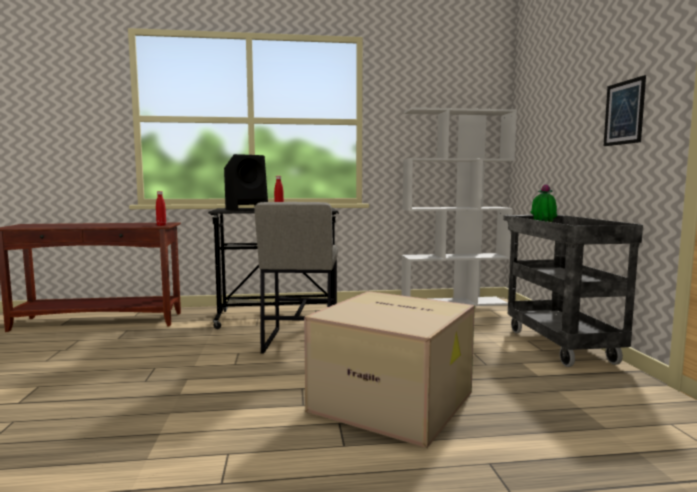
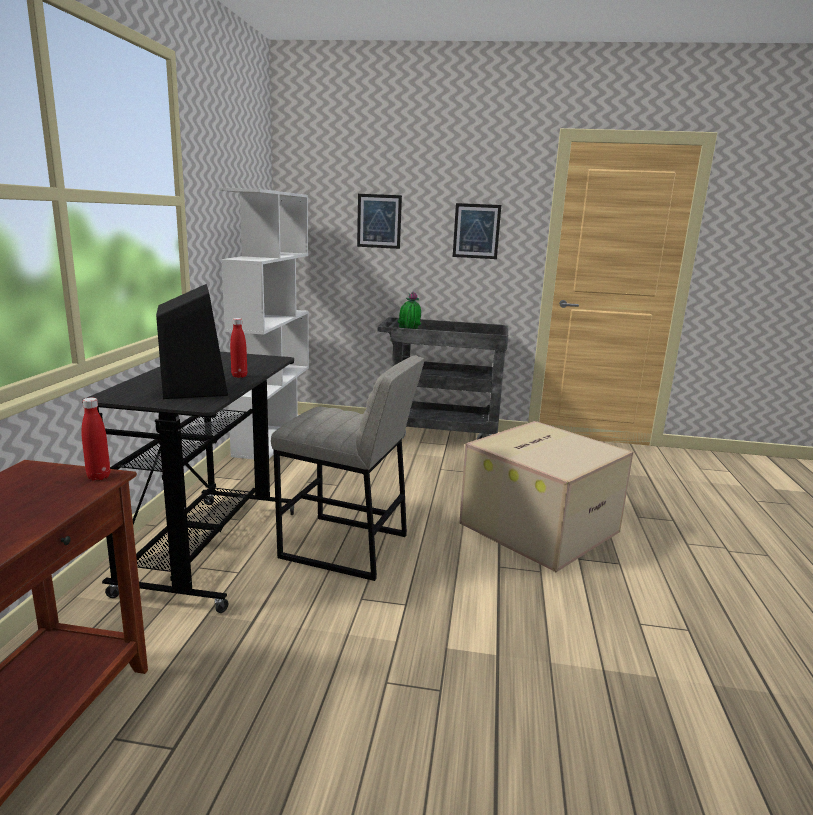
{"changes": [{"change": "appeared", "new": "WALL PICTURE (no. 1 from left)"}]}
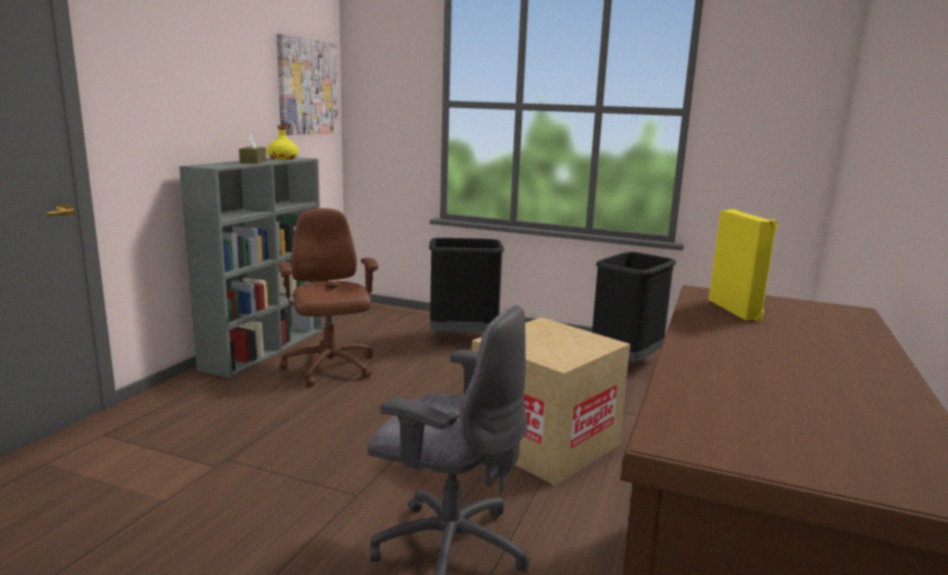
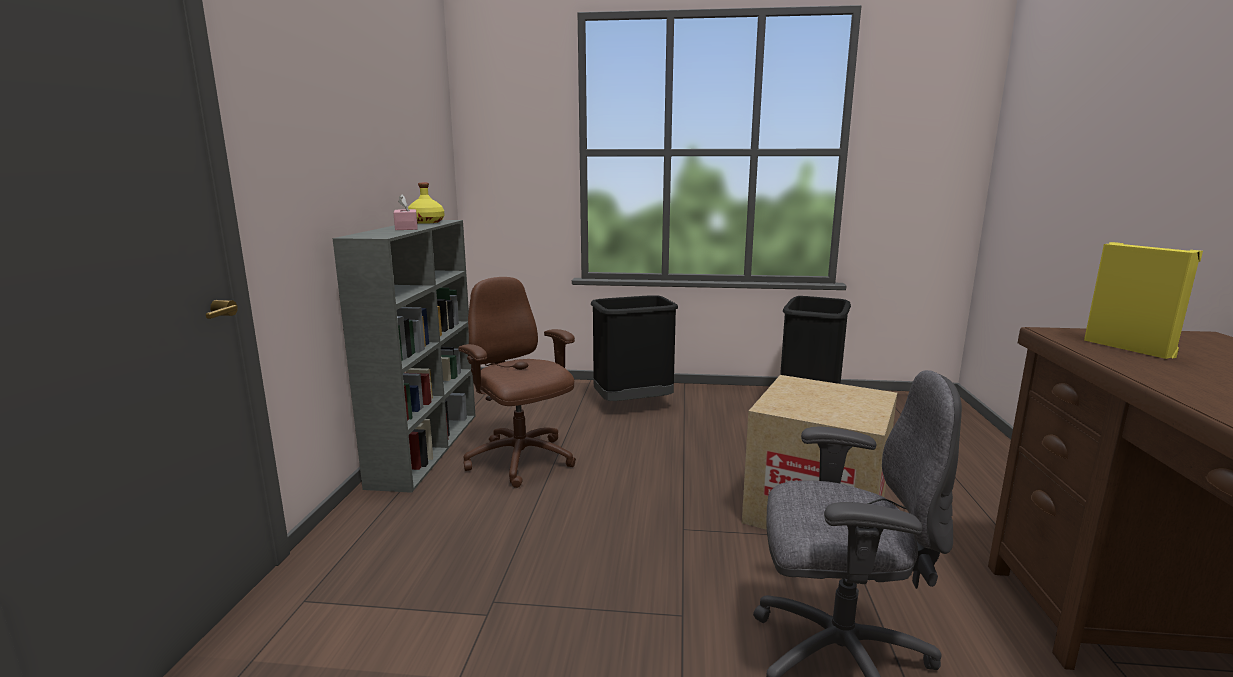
{"changes": [{"change": "colour", "old": "BROWN-COLOURED BOX OF TISSUES", "new": "PINK-COLOURED BOX OF TISSUES"}, {"change": "missing", "old": "WALL PICTURE"}]}
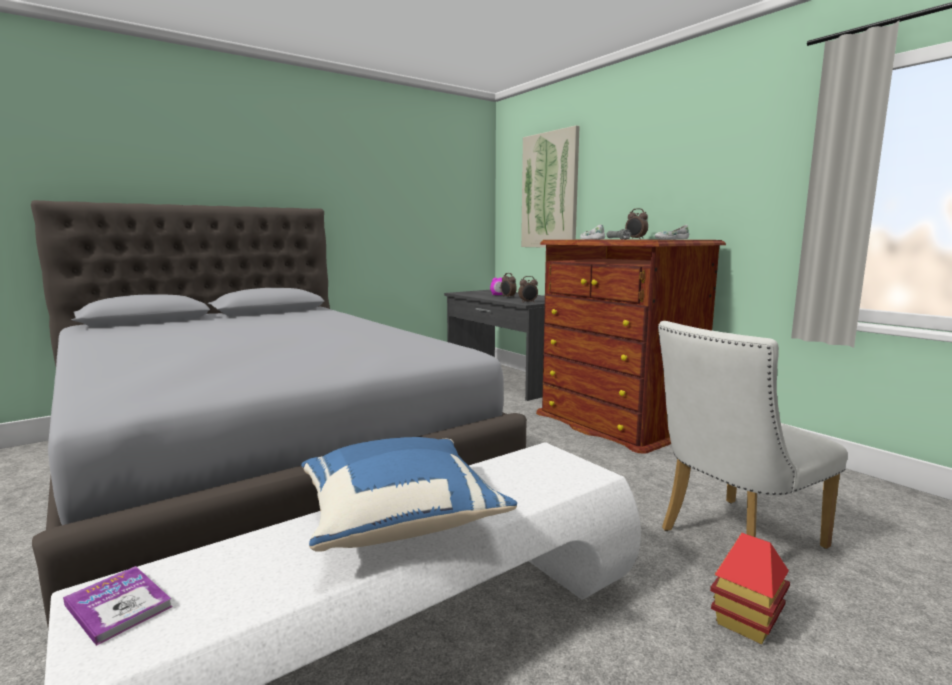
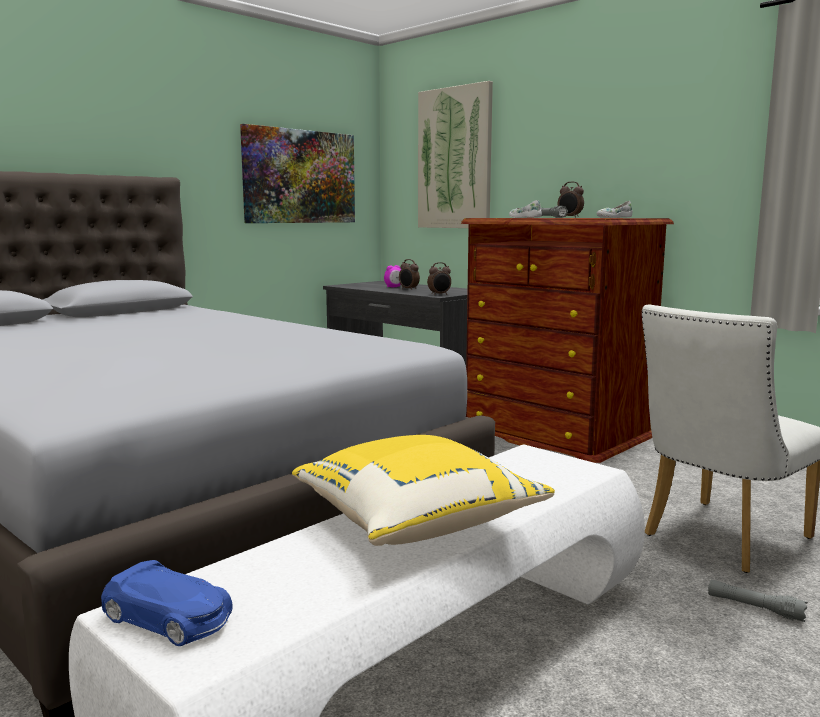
{"changes": [{"change": "exchanged", "old": "BOUND BOOK", "new": "BLUISH MINIATURE CAR"}, {"change": "appeared", "new": "WALL PICTURE (no. 1 from left)"}, {"change": "colour", "old": "BLUISH CUSHION", "new": "YELLOW-COLOURED CUSHION"}, {"change": "exchanged", "old": "MODEL HOUSE", "new": "GRAY FLASHLIGHT (no. 2 from left)"}]}
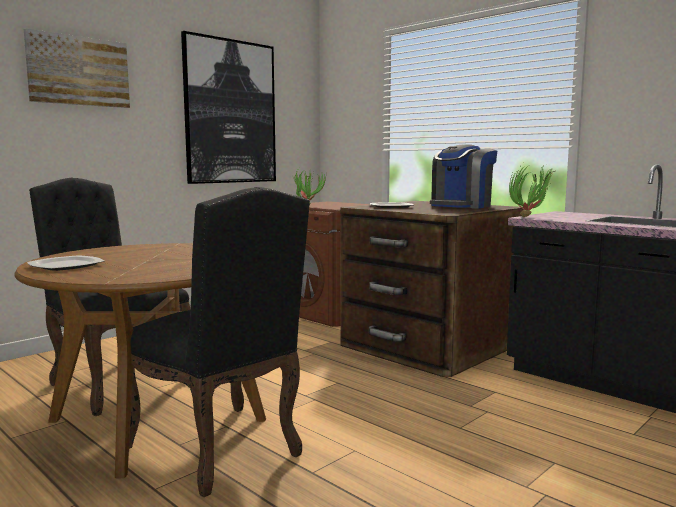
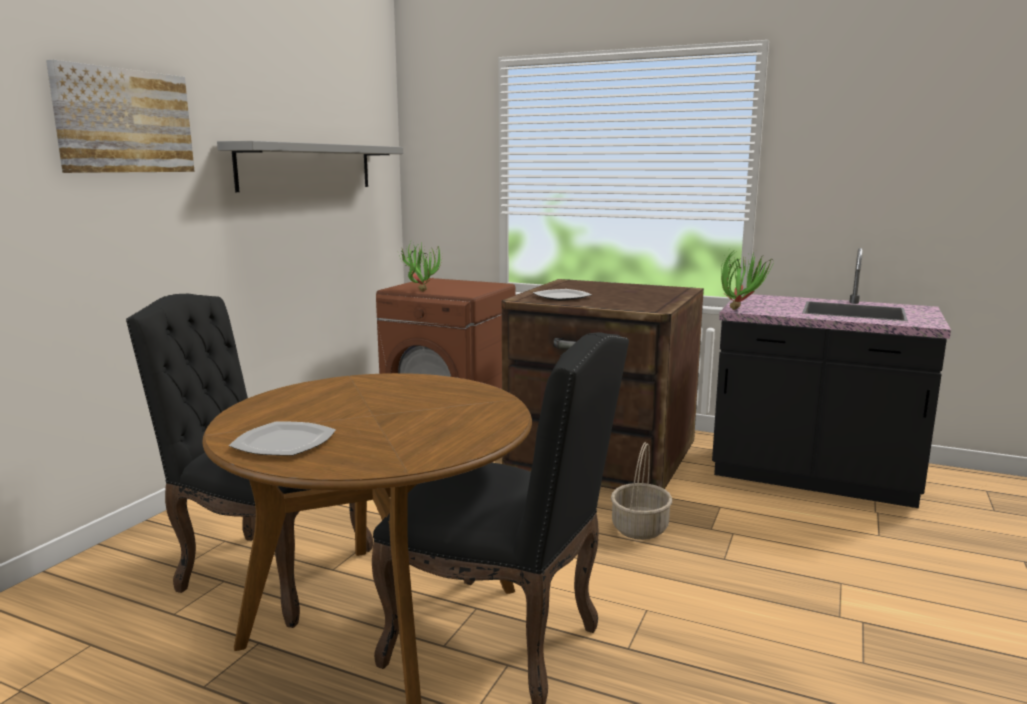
{"changes": [{"change": "exchanged", "old": "WALL PICTURE (no. 2 from left)", "new": "GRAY SHELF"}, {"change": "appeared", "new": "BASKET"}, {"change": "missing", "old": "COFFEE MACHINE"}]}
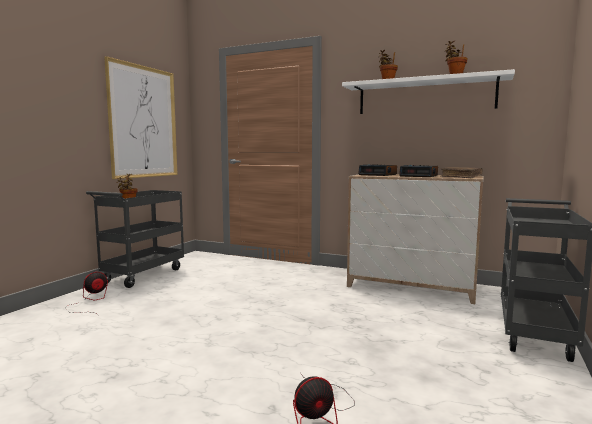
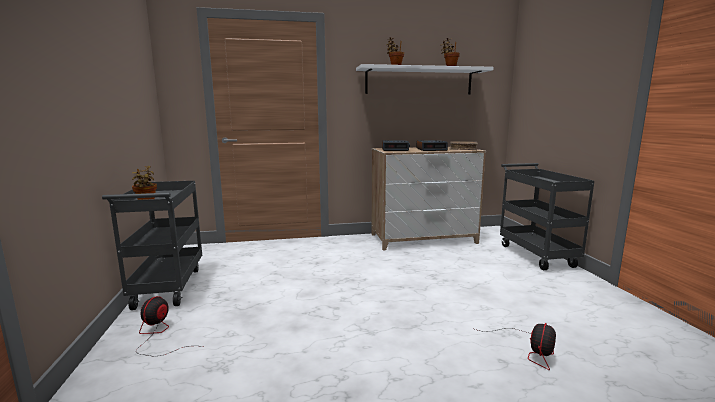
{"changes": [{"change": "missing", "old": "WALL PICTURE"}]}
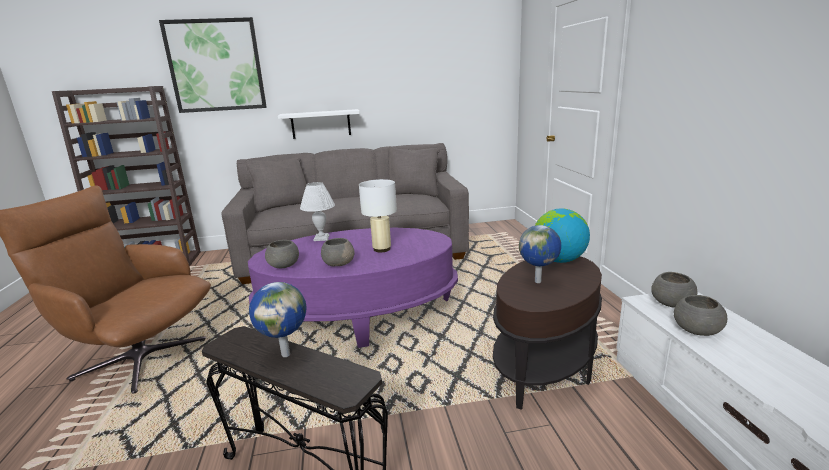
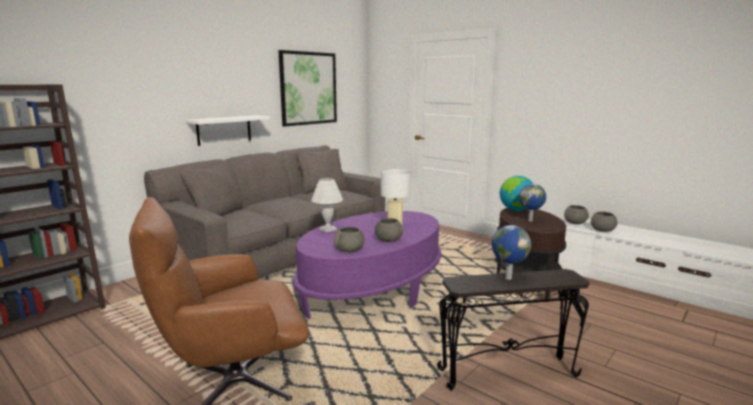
{"changes": [{"change": "relocated", "old": "WALL PICTURE"}]}
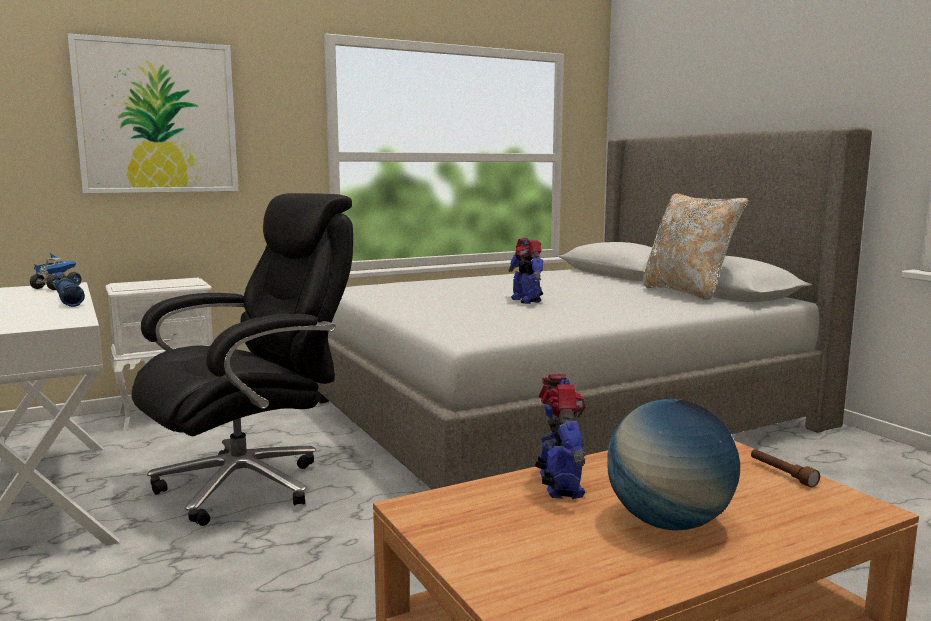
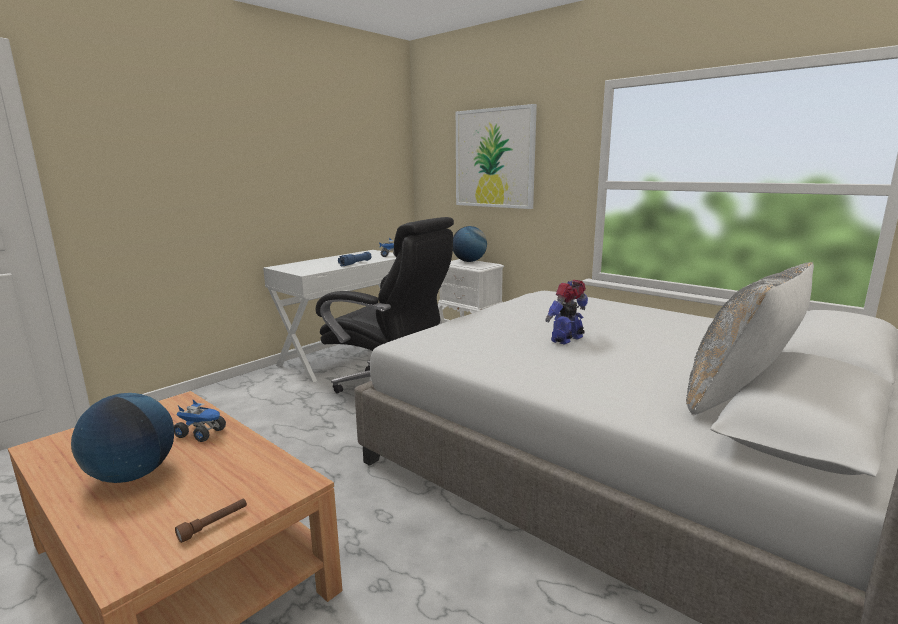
{"changes": [{"change": "exchanged", "old": "MODEL ROBOT (no. 2 from left)", "new": "TOY LORRY (no. 1 from left)"}, {"change": "appeared", "new": "DESK GLOBE (no. 2 from left)"}]}
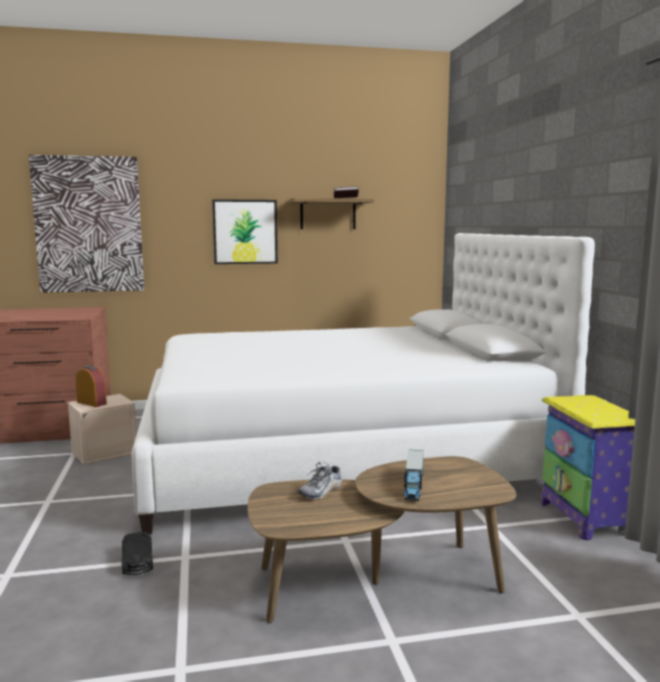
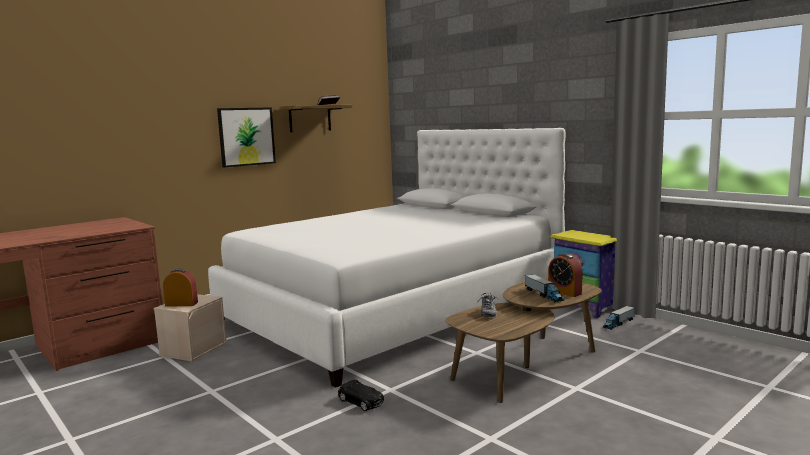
{"changes": [{"change": "appeared", "new": "BEDSIDE CLOCK (no. 2 from left)"}, {"change": "appeared", "new": "TOY LORRY (no. 2 from left)"}, {"change": "missing", "old": "WALL PICTURE (no. 1 from left)"}]}
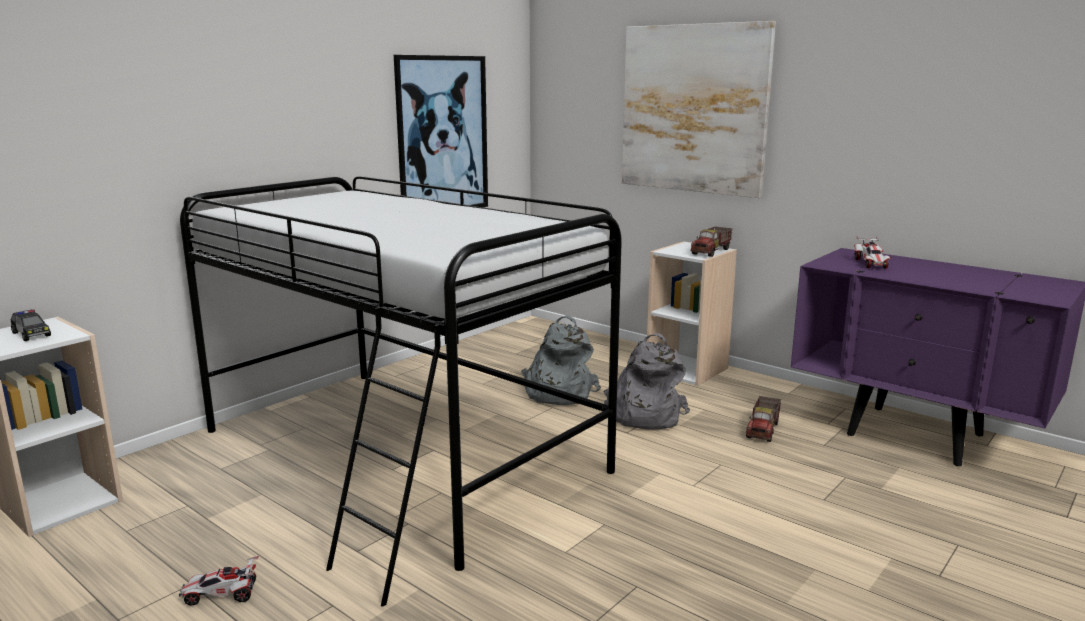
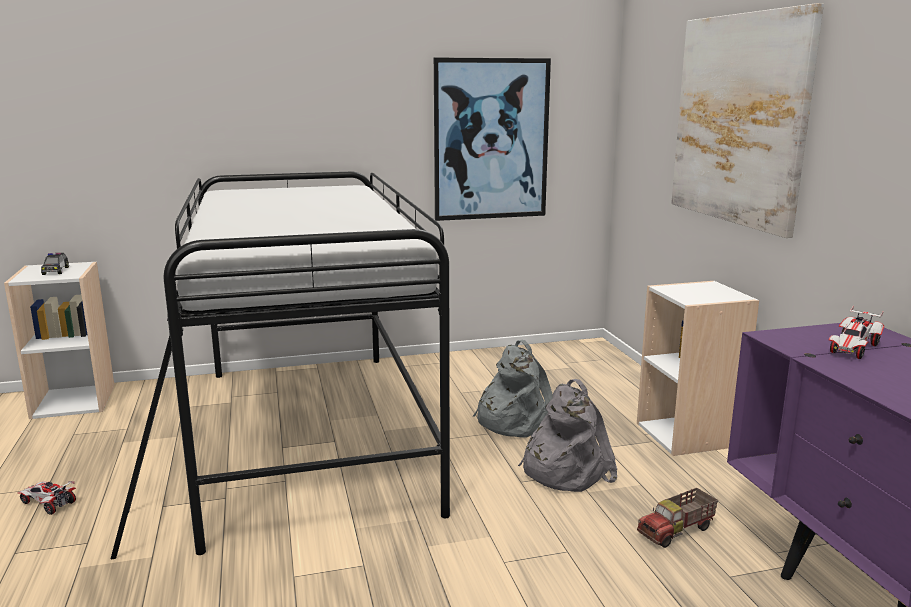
{"changes": [{"change": "missing", "old": "TOY LORRY (no. 1 from left)"}]}
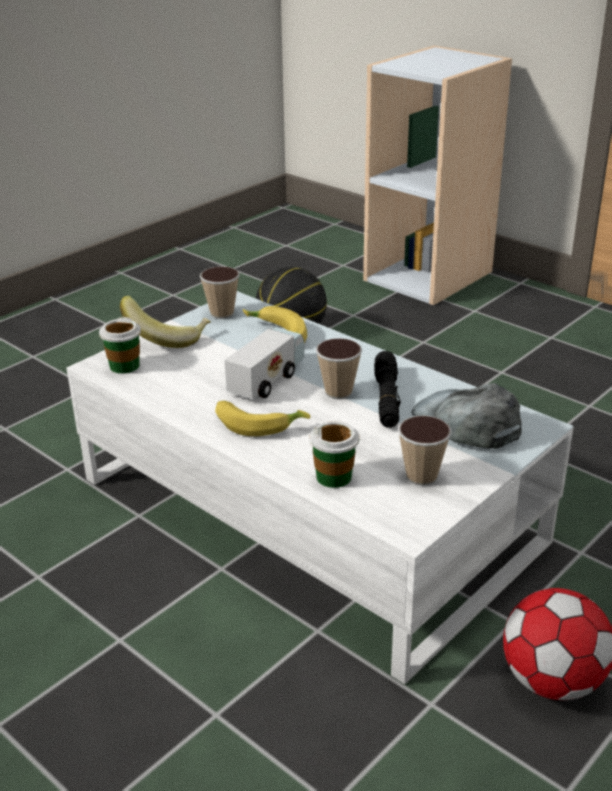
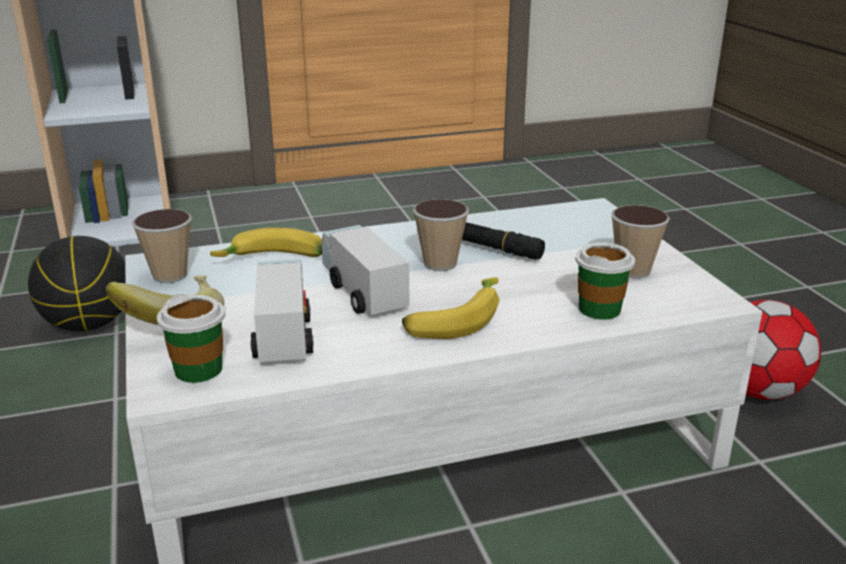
{"changes": [{"change": "appeared", "new": "TOY LORRY (no. 1 from left)"}, {"change": "missing", "old": "GRAY BASEBALL CAP"}]}
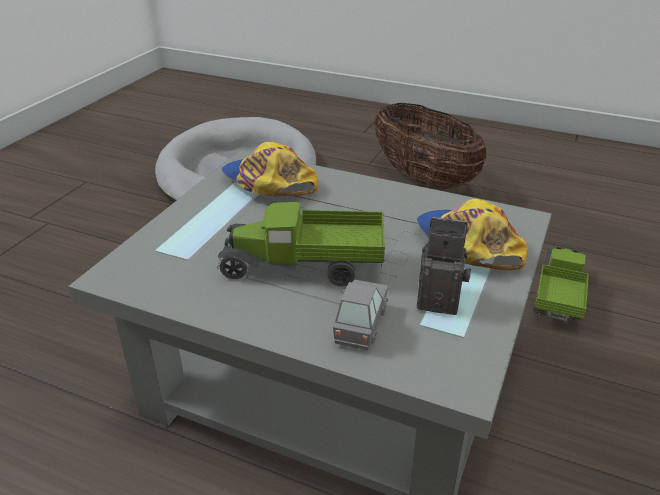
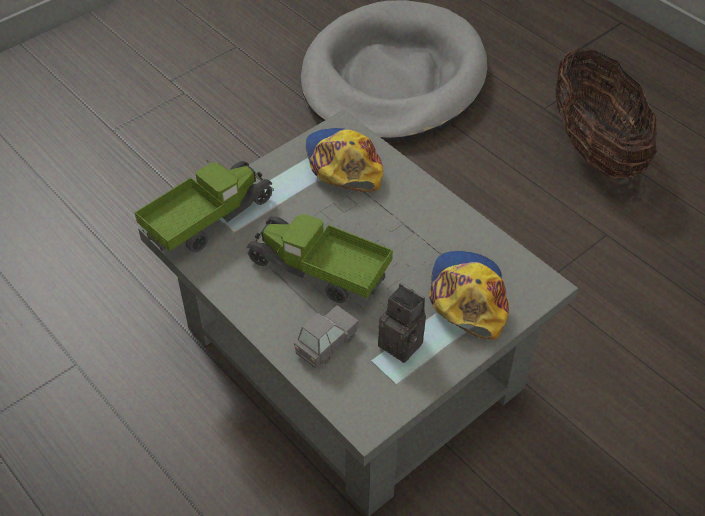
{"changes": [{"change": "relocated", "old": "TOY LORRY (no. 2 from left in the first image)", "new": "TOY LORRY (no. 1 from left)"}]}
